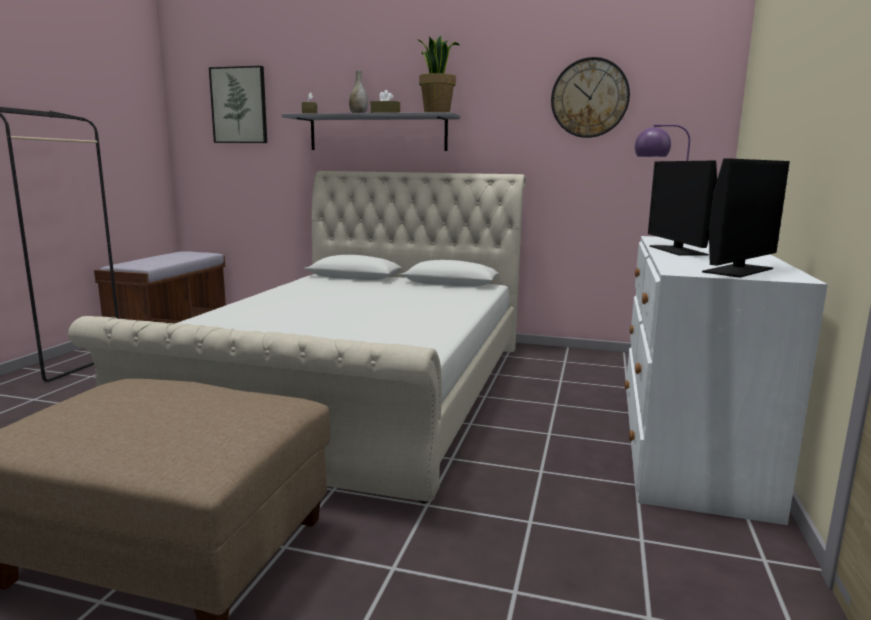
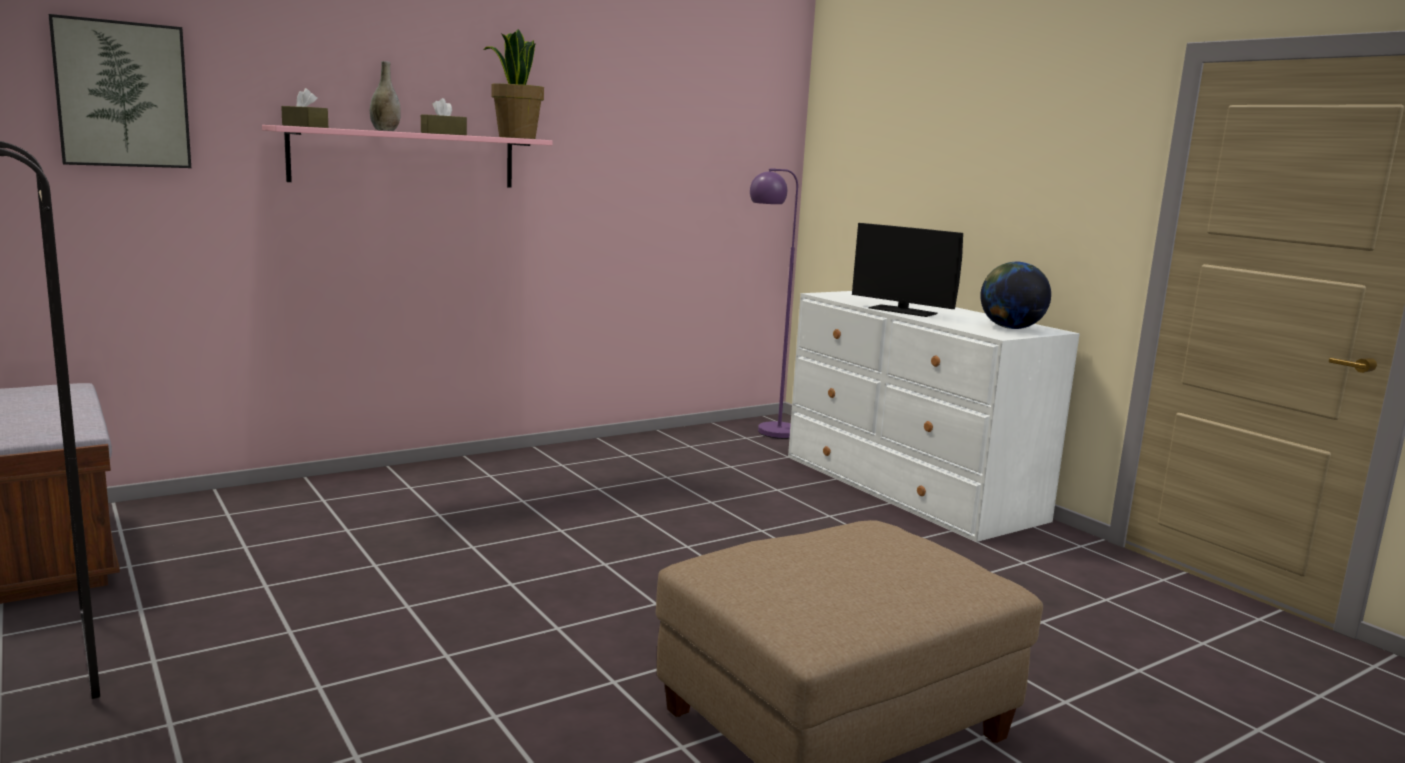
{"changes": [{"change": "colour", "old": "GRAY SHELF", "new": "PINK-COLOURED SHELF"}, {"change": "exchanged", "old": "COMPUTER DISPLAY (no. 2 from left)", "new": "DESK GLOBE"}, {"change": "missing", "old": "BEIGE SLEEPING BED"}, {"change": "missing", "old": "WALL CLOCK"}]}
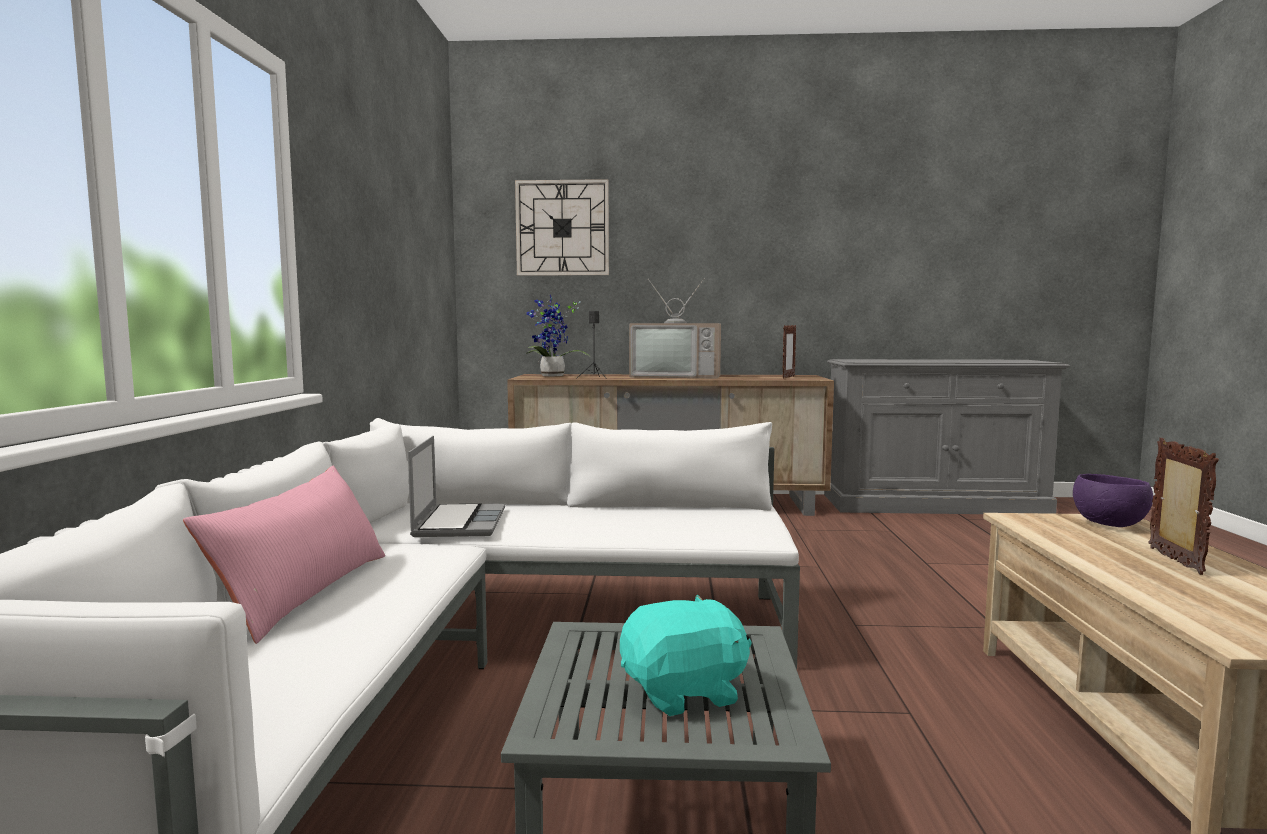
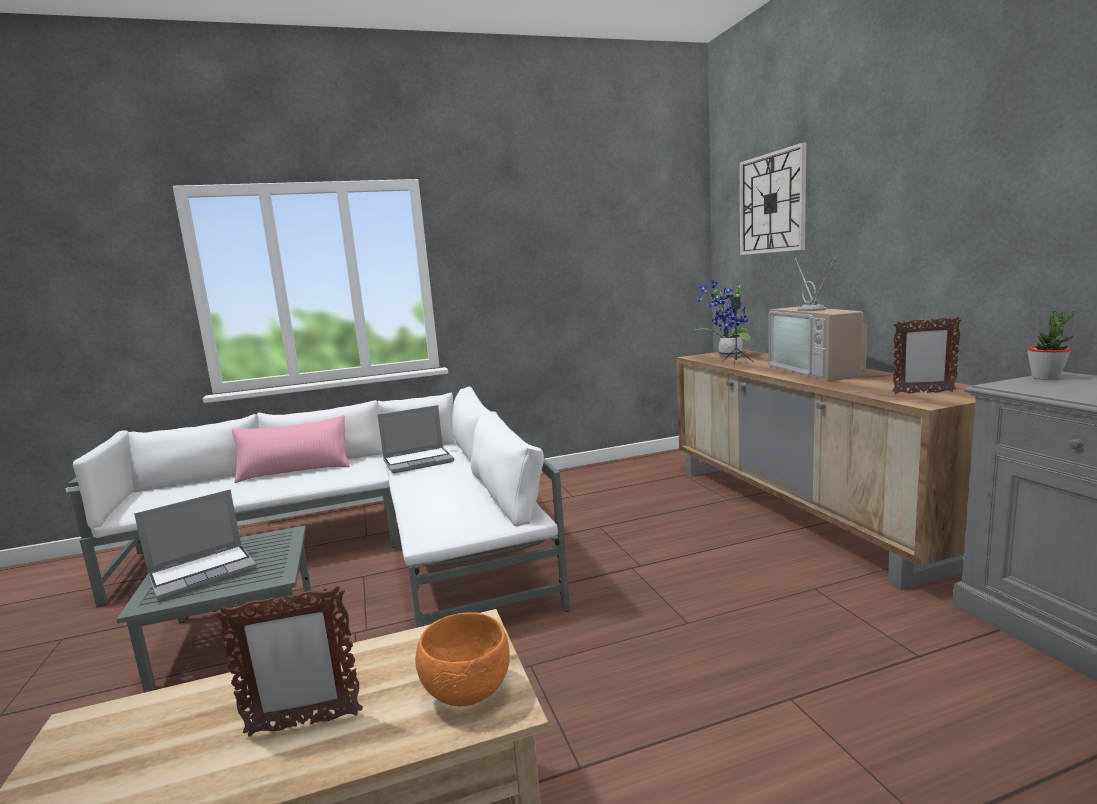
{"changes": [{"change": "exchanged", "old": "TURQUOISE-COLOURED PLUSH TOY", "new": "PORTABLE COMPUTER (no. 1 from left)"}, {"change": "colour", "old": "PURPLE SERVING BOWL", "new": "ORANGE-COLOURED SERVING BOWL"}, {"change": "appeared", "new": "HOUSEPLANT (no. 2 from left)"}]}
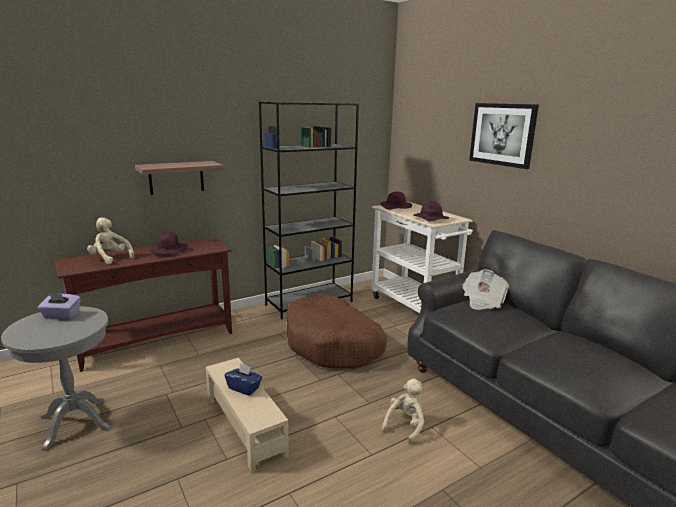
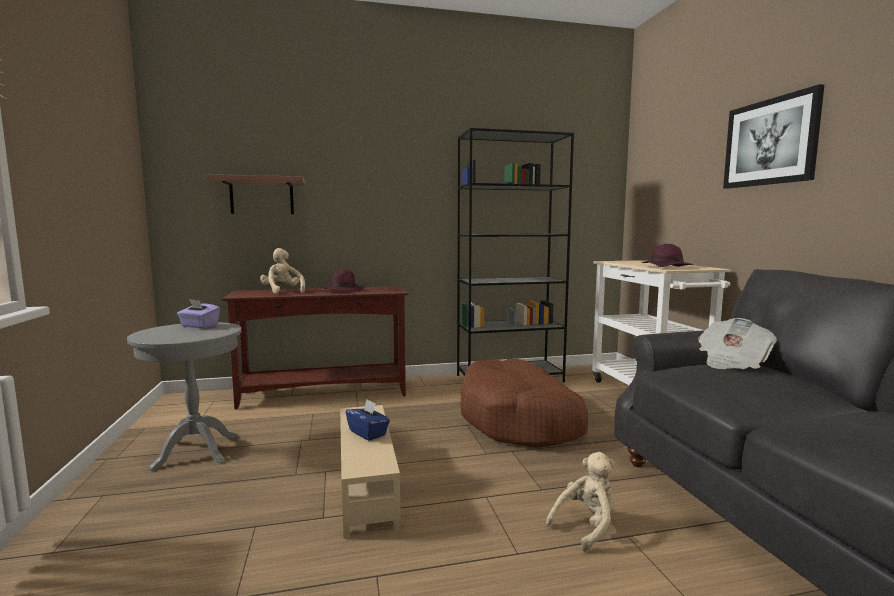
{"changes": [{"change": "relocated", "old": "SHELF"}, {"change": "missing", "old": "PURPLE CLOTHING HAT (no. 2 from left)"}]}
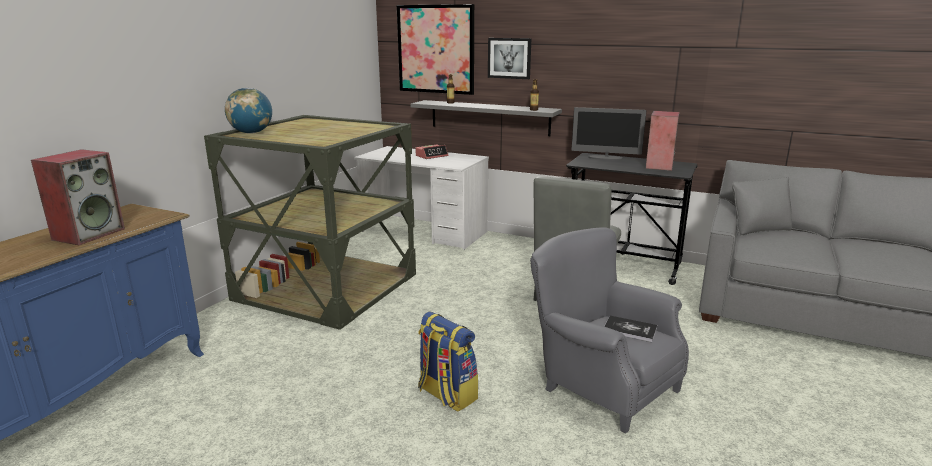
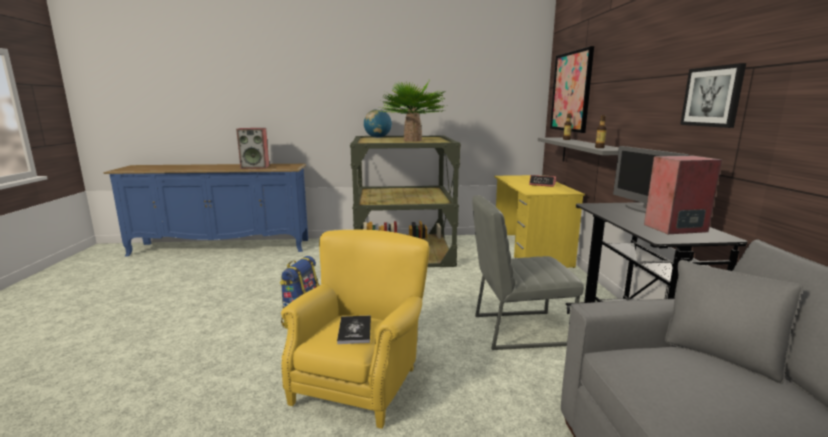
{"changes": [{"change": "colour", "old": "GRAY LOUNGE CHAIR", "new": "YELLOW-COLOURED LOUNGE CHAIR"}, {"change": "appeared", "new": "HOUSEPLANT"}, {"change": "colour", "old": "WHITE-COLOURED DESK TABLE", "new": "YELLOW-COLOURED DESK TABLE"}, {"change": "relocated", "old": "WALL PICTURE (no. 2 from left)"}]}
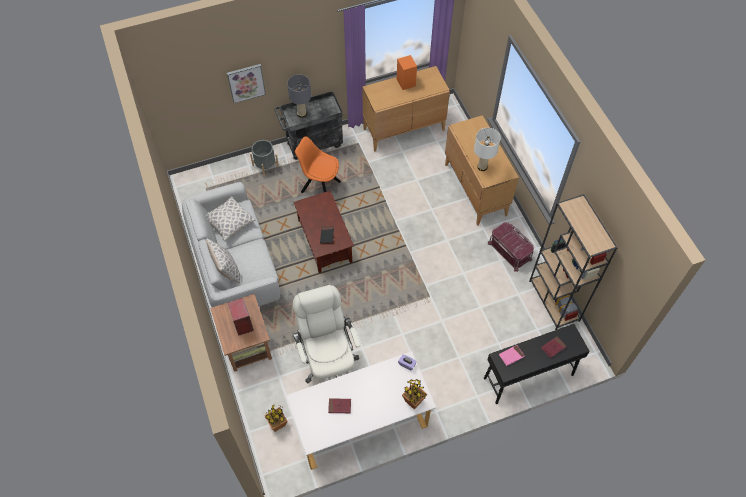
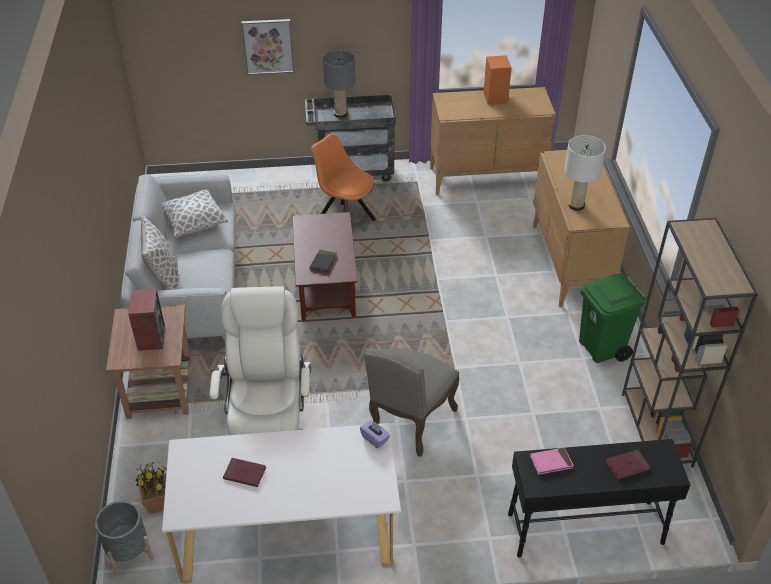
{"changes": [{"change": "relocated", "old": "GRAY PLANTER"}, {"change": "appeared", "new": "GRAY UPRIGHT CHAIR"}, {"change": "exchanged", "old": "REDDISH STORAGE BIN", "new": "GREENISH TRASH CAN"}, {"change": "missing", "old": "HOUSEPLANT (no. 2 from left)"}]}
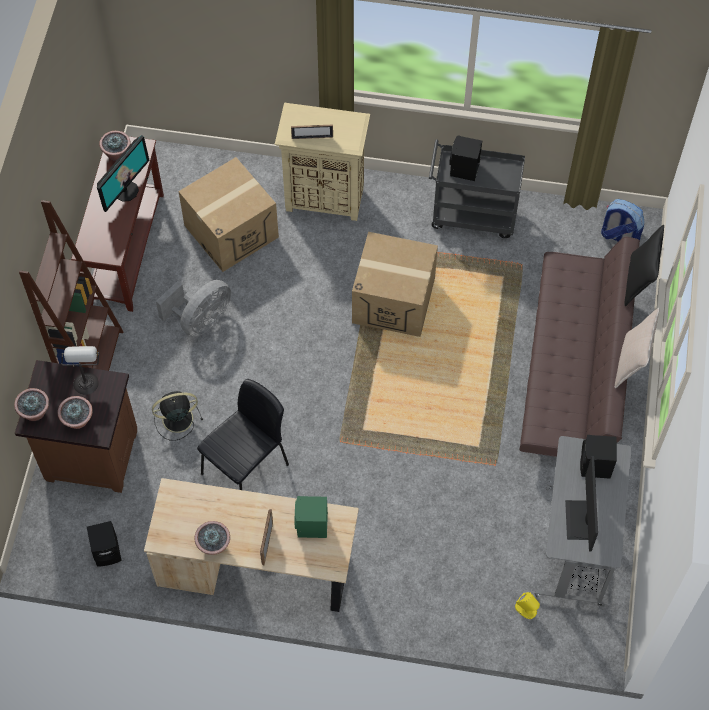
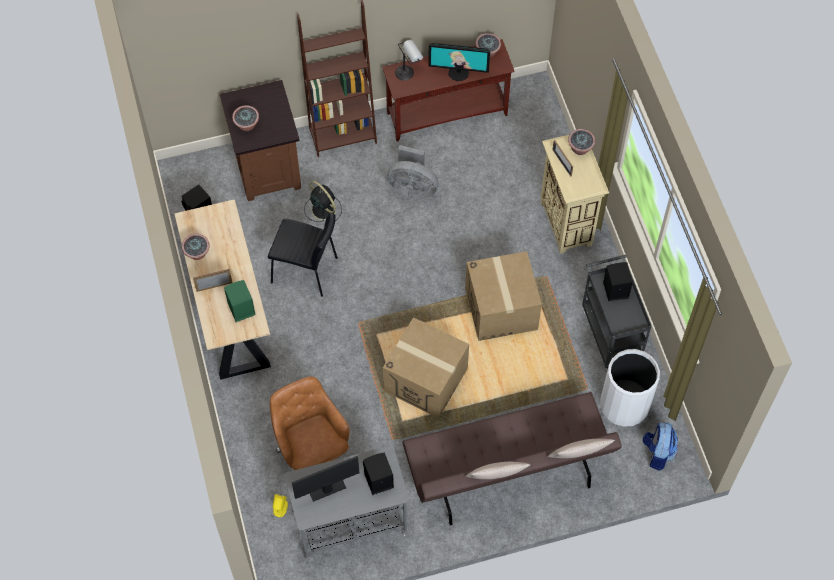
{"changes": [{"change": "appeared", "new": "BROWN-COLOURED COMPUTER CHAIR"}, {"change": "relocated", "old": "CARTON (no. 1 from left)"}, {"change": "relocated", "old": "TABLETOP LAMP"}, {"change": "colour", "old": "BLACK-COLOURED CUSHION", "new": "BEIGE CUSHION (no. 2 from left)"}, {"change": "relocated", "old": "HOUSEPLANT (no. 1 from left in the first image)", "new": "HOUSEPLANT (no. 4 from left)"}, {"change": "appeared", "new": "WHITE-COLOURED TRASH CAN"}]}
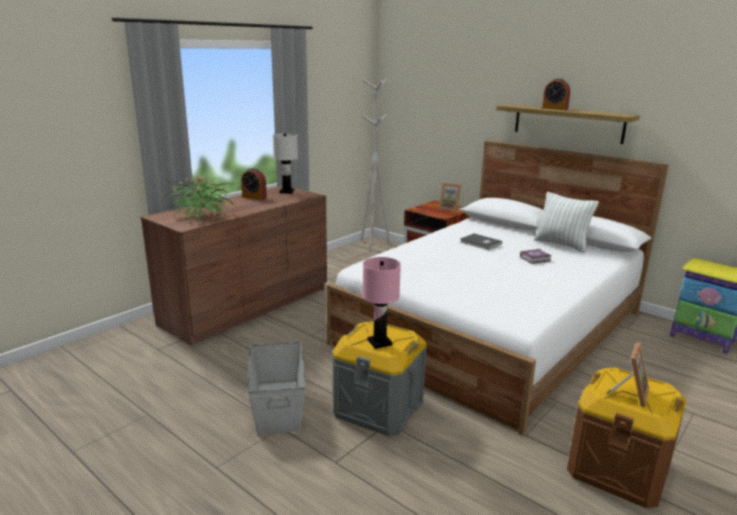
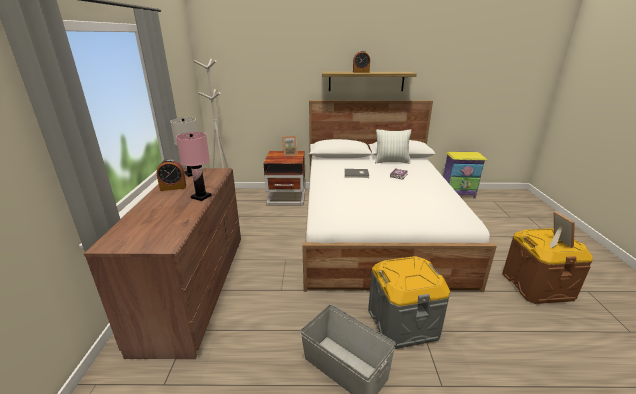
{"changes": [{"change": "relocated", "old": "PINK-COLOURED TABLETOP LAMP"}, {"change": "missing", "old": "HOUSEPLANT"}]}
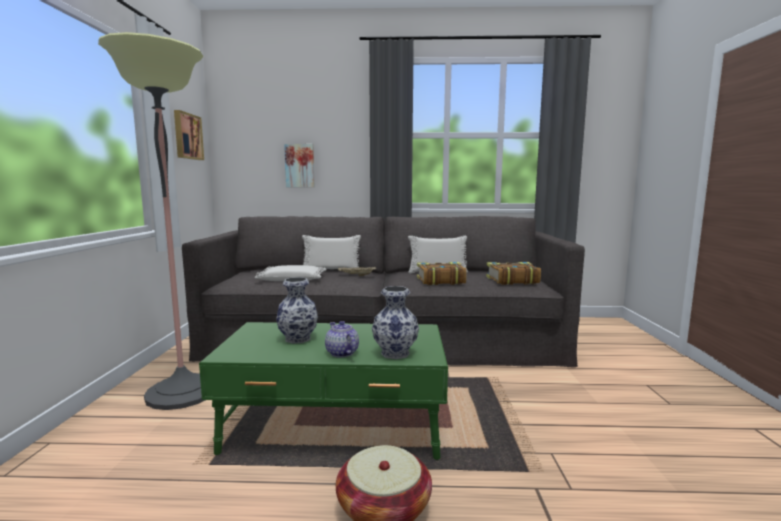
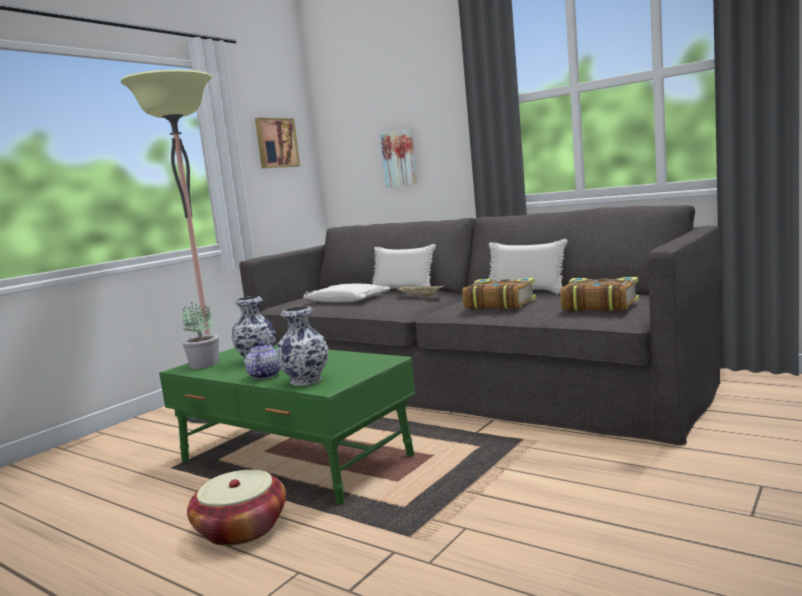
{"changes": [{"change": "appeared", "new": "HOUSEPLANT"}]}
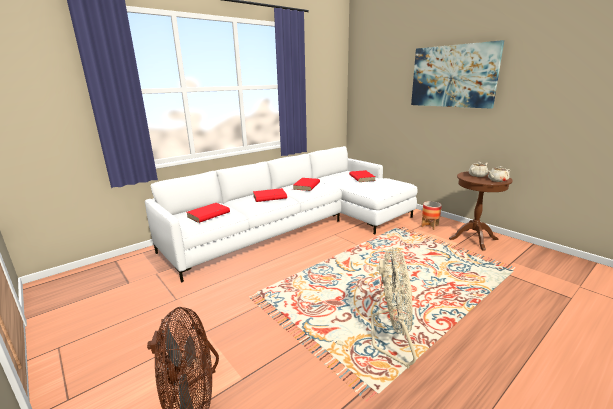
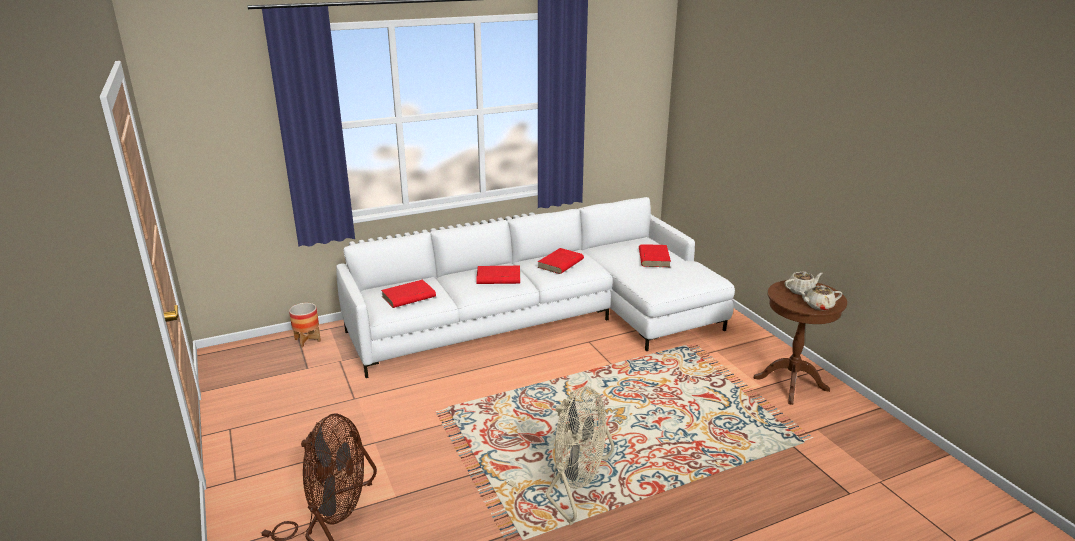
{"changes": [{"change": "relocated", "old": "PLANTER"}, {"change": "missing", "old": "WALL PICTURE"}]}
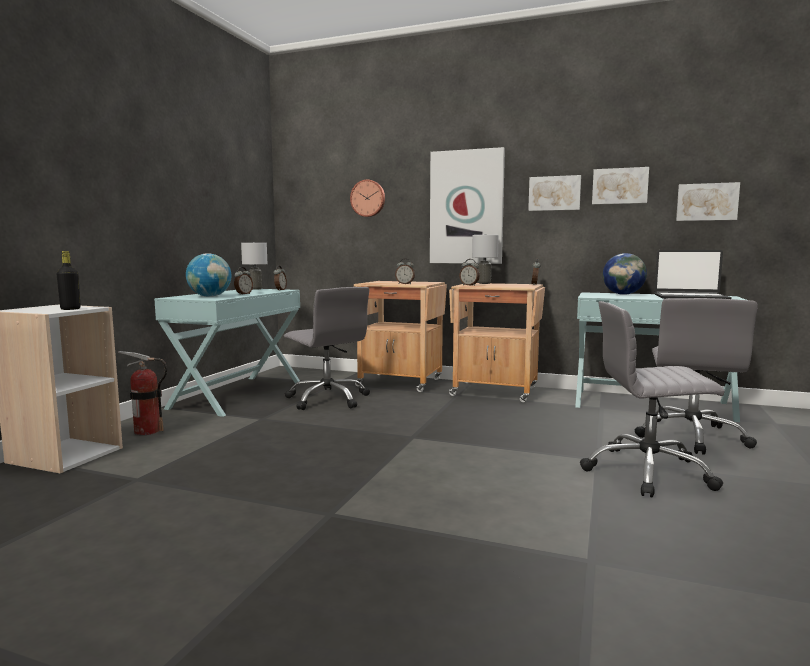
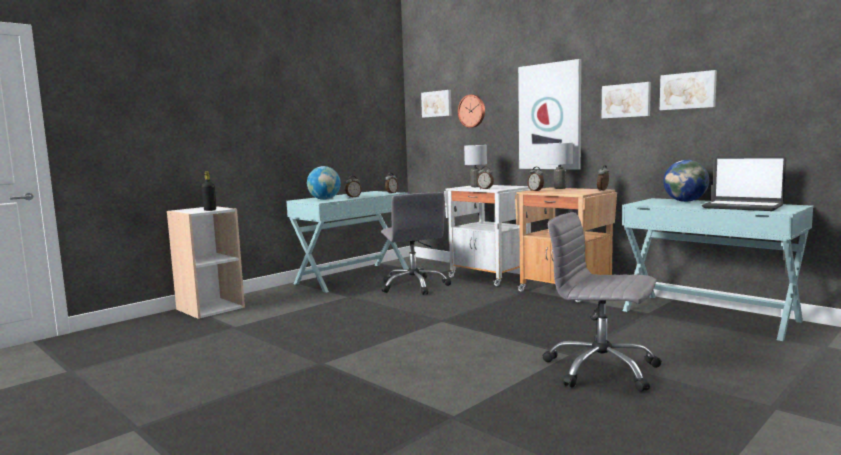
{"changes": [{"change": "relocated", "old": "WALL PICTURE (no. 4 from left in the first image)", "new": "WALL PICTURE (no. 1 from left)"}, {"change": "colour", "old": "BROWN-COLOURED WHEELED CART (no. 1 from left)", "new": "WHITE-COLOURED WHEELED CART"}, {"change": "relocated", "old": "WHITE-COLOURED TABLETOP LAMP (no. 1 from left)"}, {"change": "missing", "old": "FIRE EXTINGUISHER"}, {"change": "missing", "old": "GRAY COMPUTER CHAIR (no. 3 from left)"}]}
